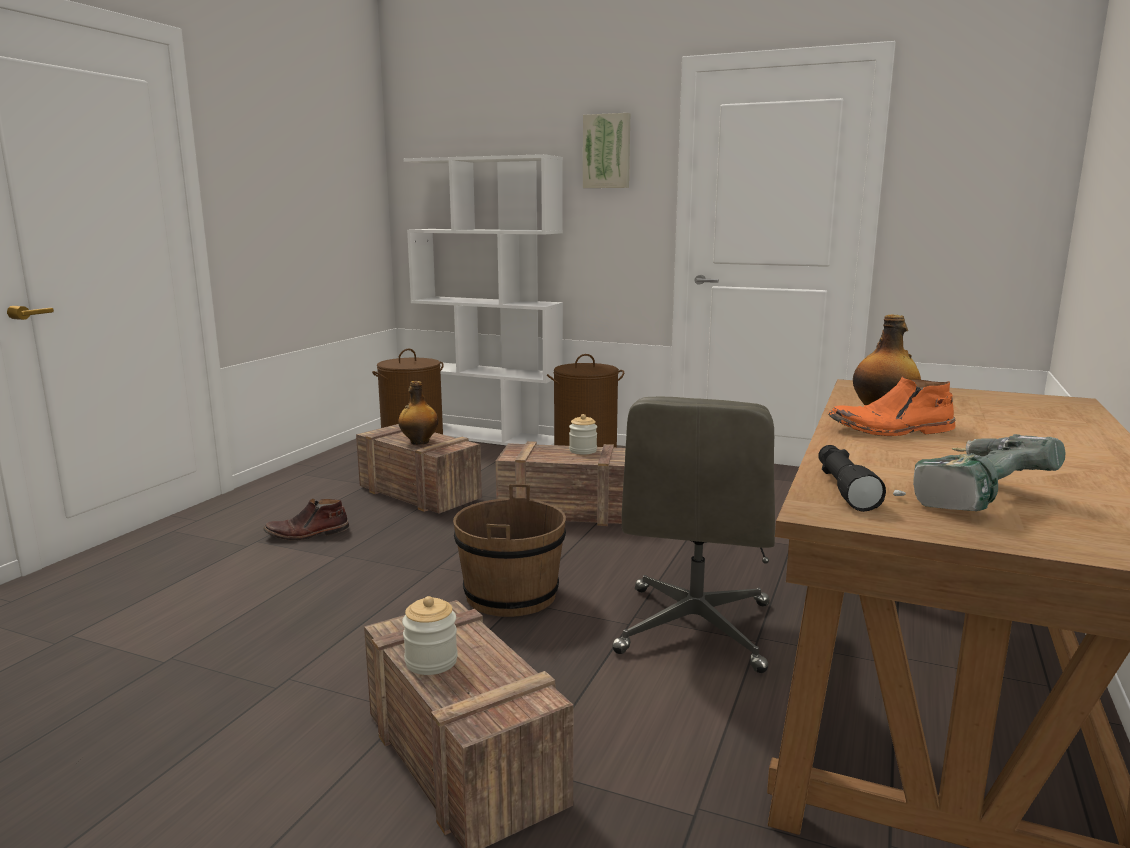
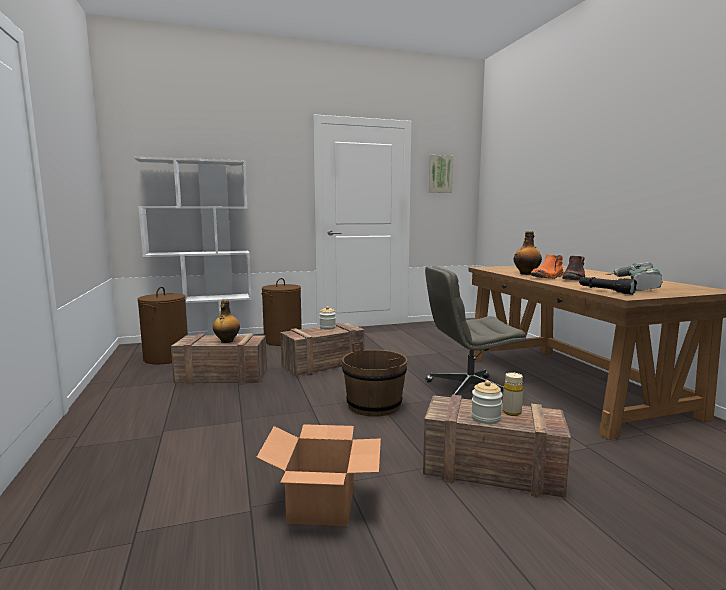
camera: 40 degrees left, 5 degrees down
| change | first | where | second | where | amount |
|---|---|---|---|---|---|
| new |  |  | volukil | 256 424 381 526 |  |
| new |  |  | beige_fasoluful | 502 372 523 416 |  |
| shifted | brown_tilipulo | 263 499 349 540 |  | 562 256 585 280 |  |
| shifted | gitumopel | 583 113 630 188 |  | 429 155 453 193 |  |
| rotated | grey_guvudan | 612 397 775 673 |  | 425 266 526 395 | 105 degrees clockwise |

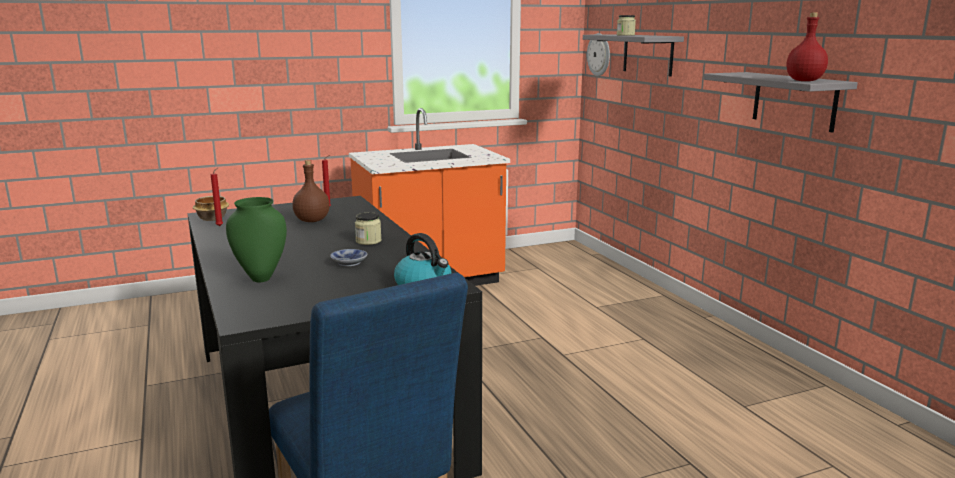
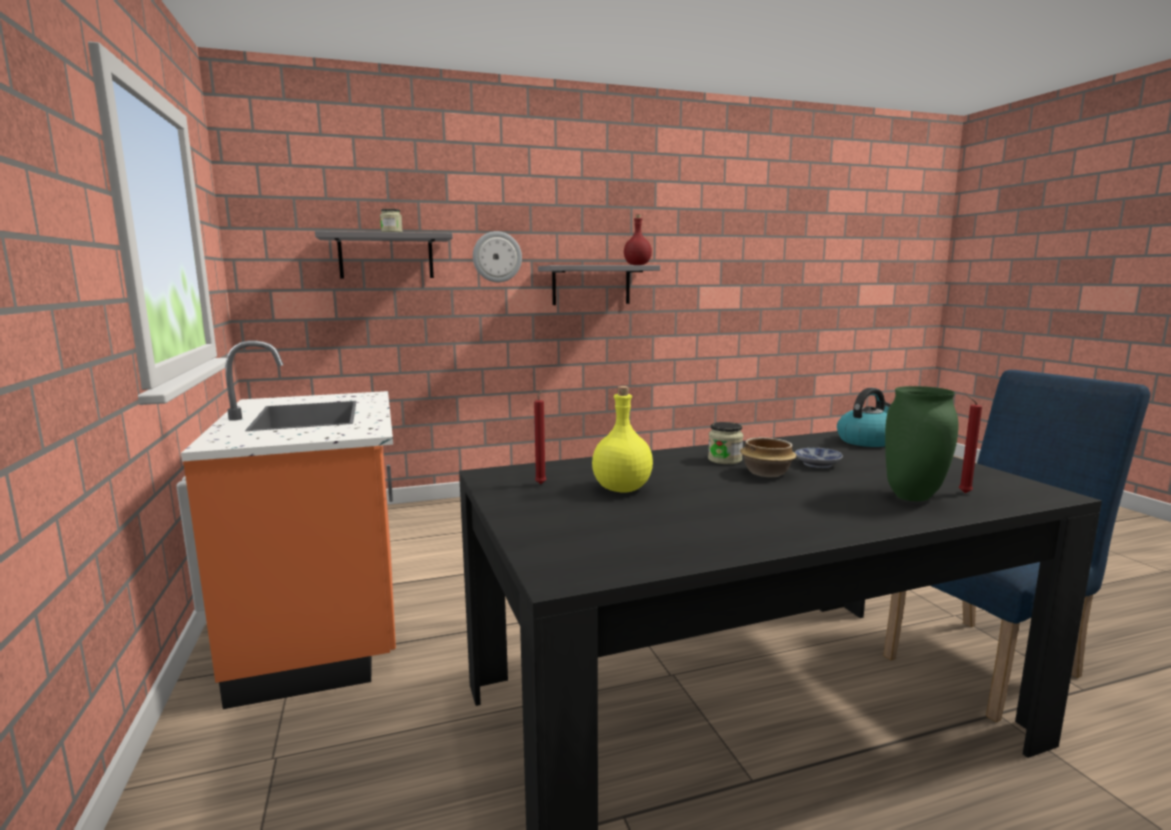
camera: 85 degrees left, 5 degrees down
| change | first | where | second | where | amount |
|---|---|---|---|---|---|
| shifted | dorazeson | 193 196 229 221 |  | 740 437 796 477 |  |
| shifted | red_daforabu | 211 167 223 226 |  | 959 394 982 493 |  |
| shifted | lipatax | 587 33 610 76 |  | 473 231 522 282 |  |
| repainted | brown_fasoluful | 292 159 330 222 | yellow_fasoluful | 592 386 653 493 |  |

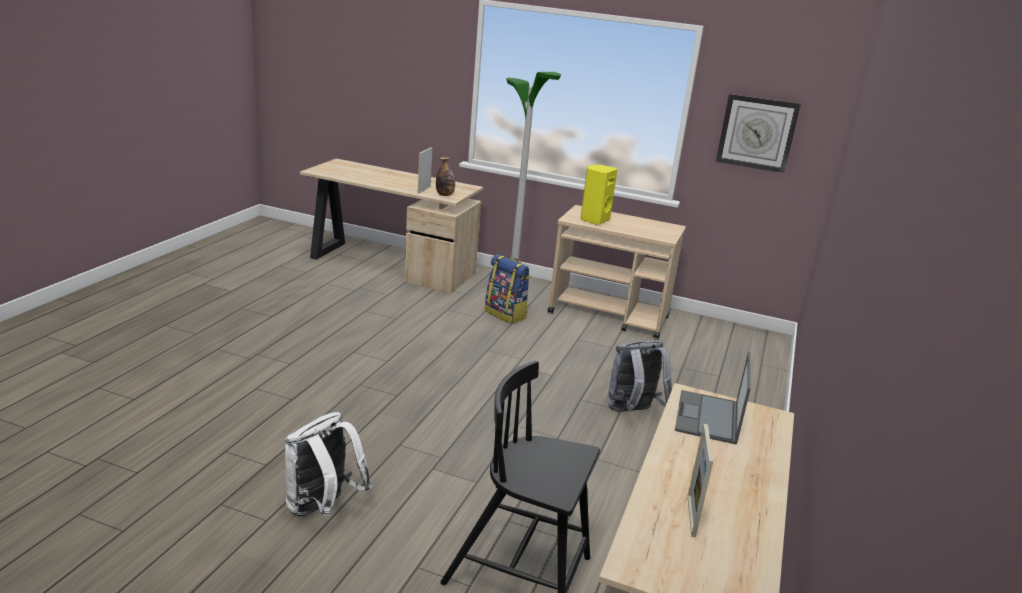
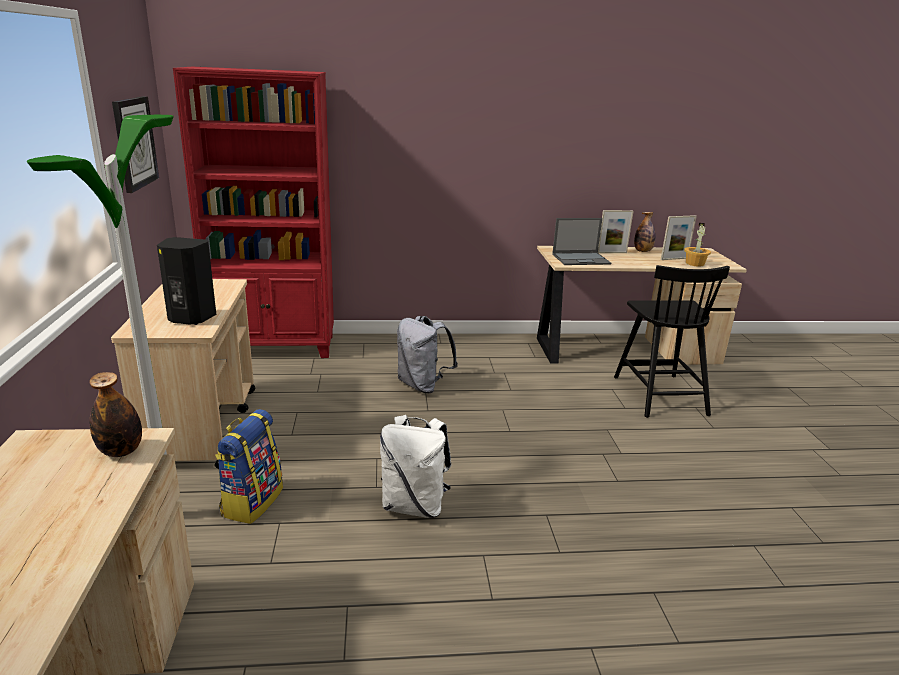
camera: 115 degrees left, 0 degrees up
| change | first | where | second | where | amount |
|---|---|---|---|---|---|
| new |  |  | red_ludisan | 173 67 334 358 |  |
| new |  |  | fasoluful | 634 212 656 252 |  |
| new |  |  | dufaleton | 684 223 711 267 |  |
| shifted | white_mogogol | 285 412 372 517 |  | 380 415 452 518 |  |
| shifted | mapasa | 418 147 433 193 |  | 598 210 634 253 |  |
| repainted | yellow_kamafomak | 581 165 618 225 | black_kamafomak | 157 237 216 325 |  |

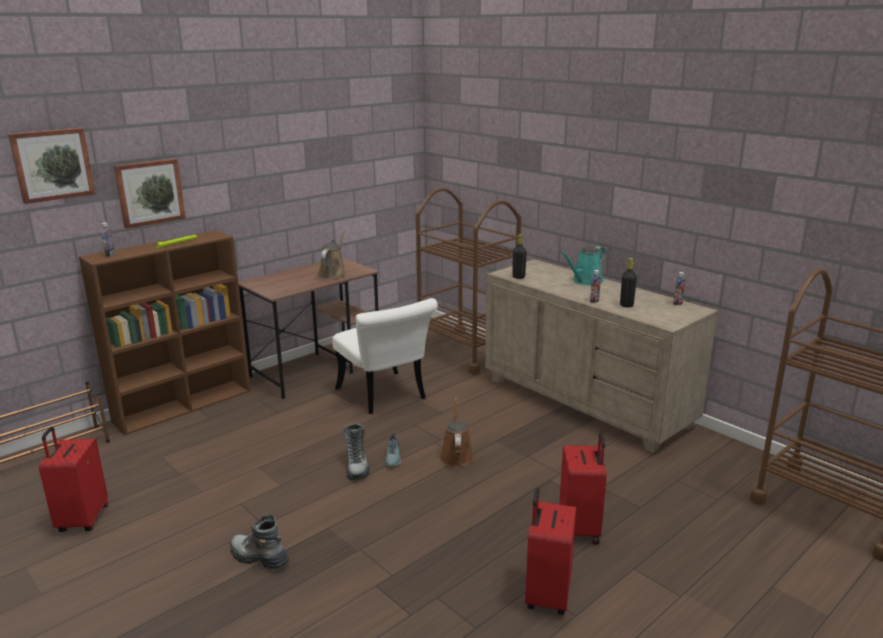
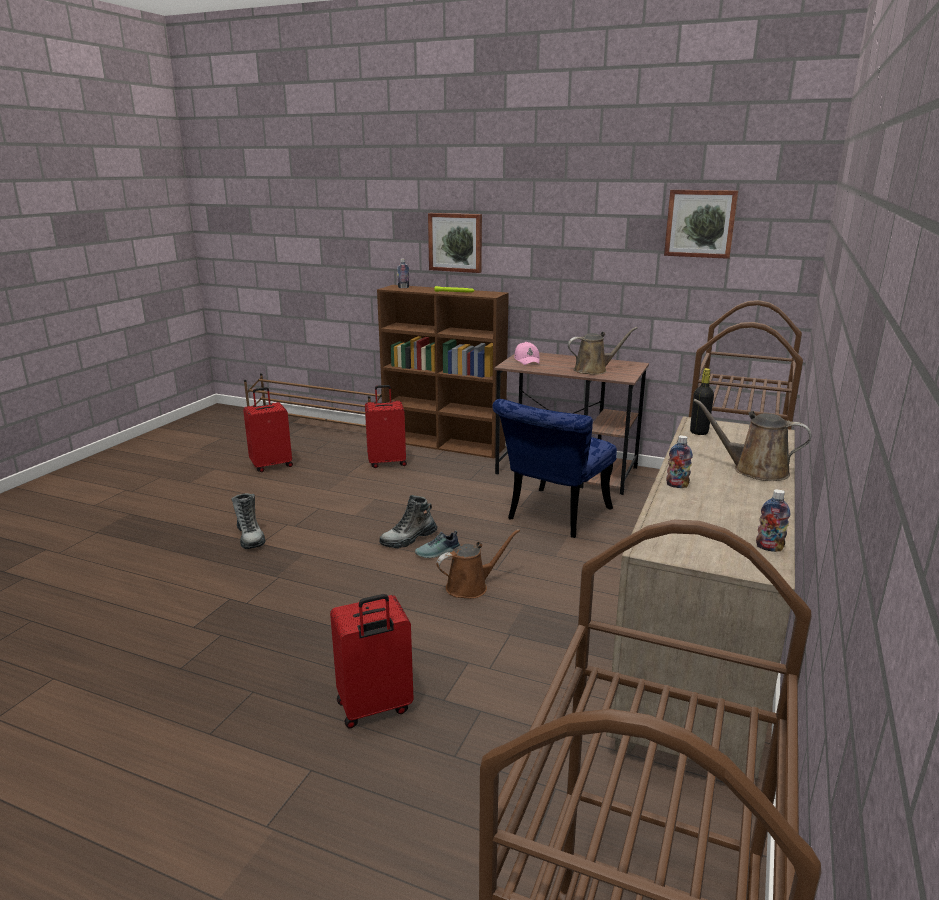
camera: 65 degrees right, 0 degrees up
| change | first | where | second | where | amount |
|---|---|---|---|---|---|
| gone | black_fasoluful | 620 258 637 307 |  |  |  |
| new |  |  | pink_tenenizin | 514 342 540 365 |  |
| shifted | gitumopel | 8 128 95 204 |  | 664 190 738 259 |  |
| shifted | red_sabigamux | 525 488 576 615 |  | 365 385 407 468 |  |
| repainted | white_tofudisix | 332 298 438 414 | blue_tofudisix | 492 399 617 538 |  |
| repainted | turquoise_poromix | 560 246 606 285 | brown_poromix | 694 399 811 481 |  |
| rotated | tilipulo | 230 515 289 569 |  | 231 493 265 549 | 150 degrees clockwise |

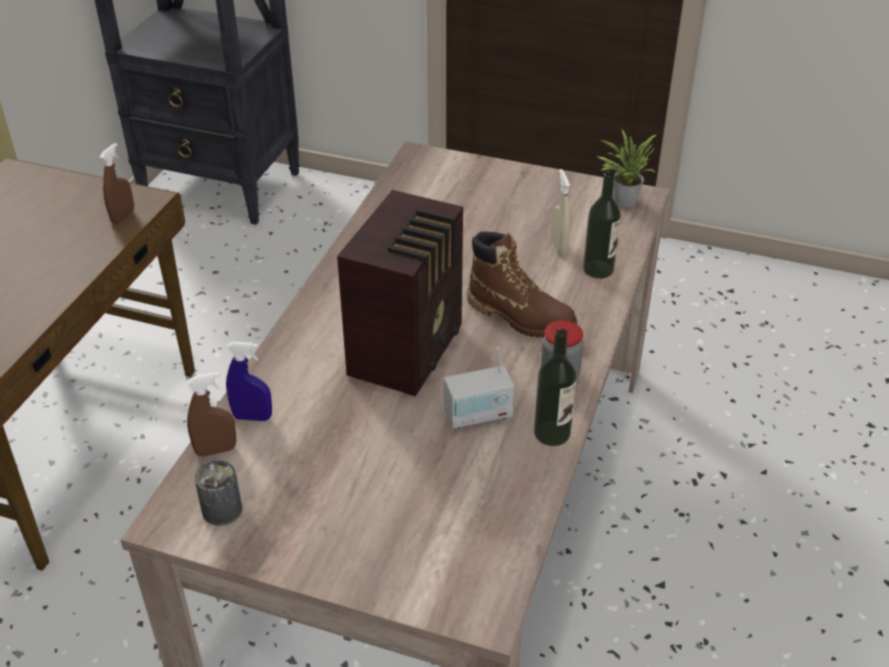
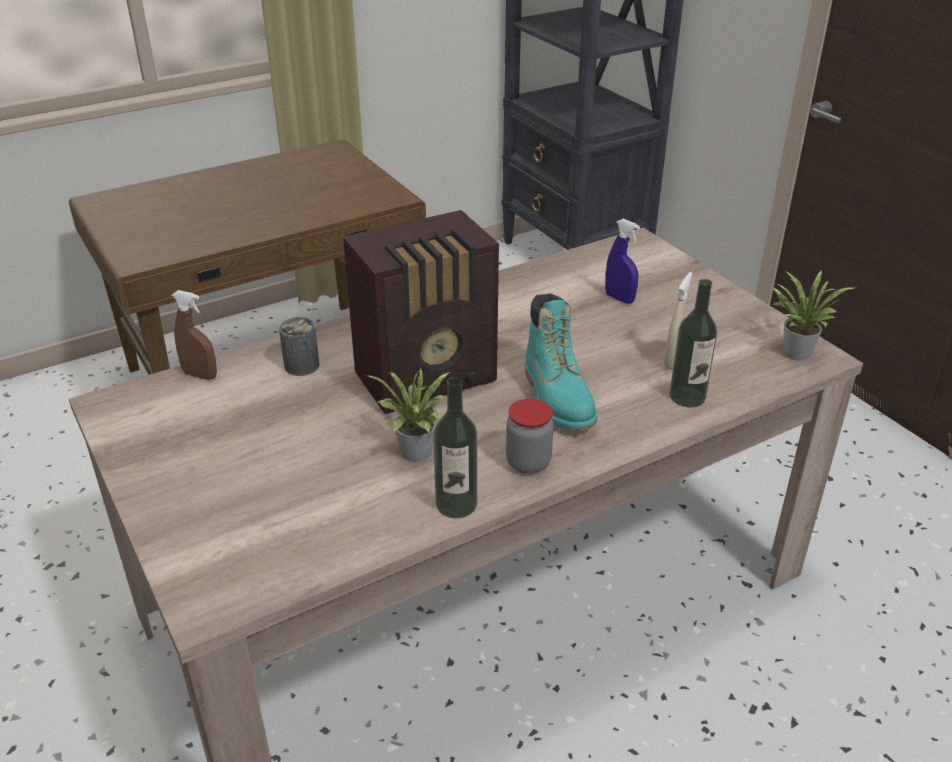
camera: 40 degrees right, 5 degrees down
| change | first | where | second | where | amount |
|---|---|---|---|---|---|
| gone | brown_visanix | 99 143 134 224 |  |  |  |
| shifted | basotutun | 194 460 242 526 |  | 279 317 320 376 |  |
| shifted | blue_visanix | 226 342 272 421 |  | 605 219 640 304 |  |
| swapped | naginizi | 444 347 514 429 | dufaleton | 365 367 450 462 |  |
| repainted | brown_tilipulo | 467 231 577 338 | turquoise_tilipulo | 525 293 597 431 |  |

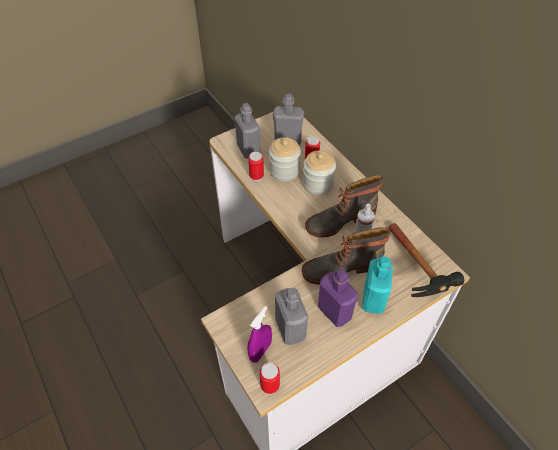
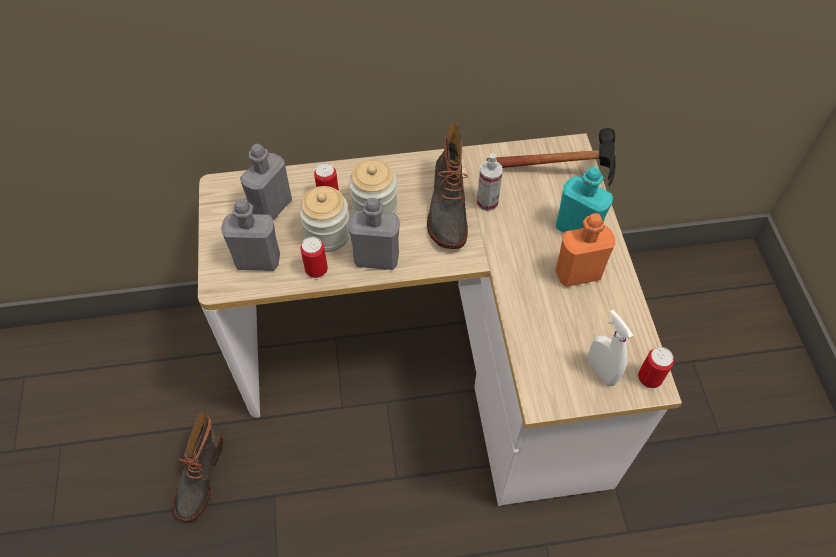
camera: 65 degrees left, 5 degrees up
| change | first | where | second | where | amount |
|---|---|---|---|---|---|
| shifted | grey_fasoluful | 275 287 308 345 |  | 348 198 400 270 |  |
| shifted | tilipulo | 302 227 391 285 |  | 173 412 223 522 |  |
| repainted | purple_visanix | 247 306 272 363 | white_visanix | 588 310 633 386 |  |
| repainted | purple_fasoluful | 318 269 358 327 | orange_fasoluful | 556 213 615 287 |  |

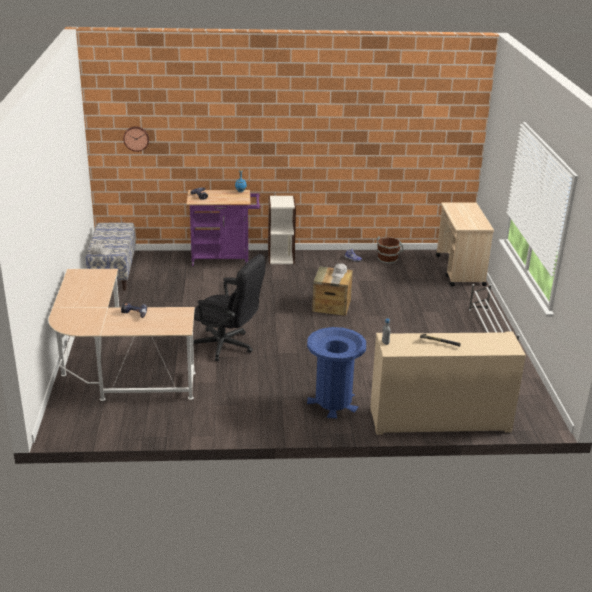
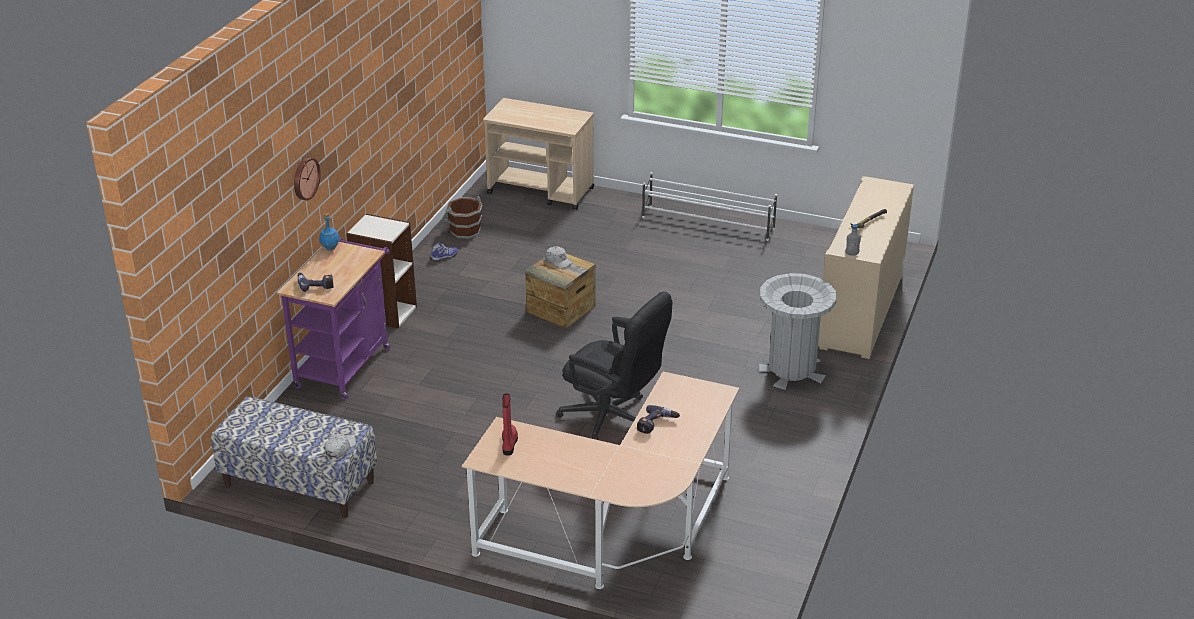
camera: 65 degrees left, 5 degrees up
| change | first | where | second | where | amount |
|---|---|---|---|---|---|
| new |  |  | red_tilipulo | 502 393 518 456 |  |
| shifted | lipatax | 123 126 149 152 |  | 294 157 321 201 |  |
| repainted | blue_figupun | 307 327 366 418 | grey_figupun | 759 273 836 390 |  |
| rotated | black_guvudan | 193 254 266 361 |  | 556 291 672 440 | 75 degrees clockwise |

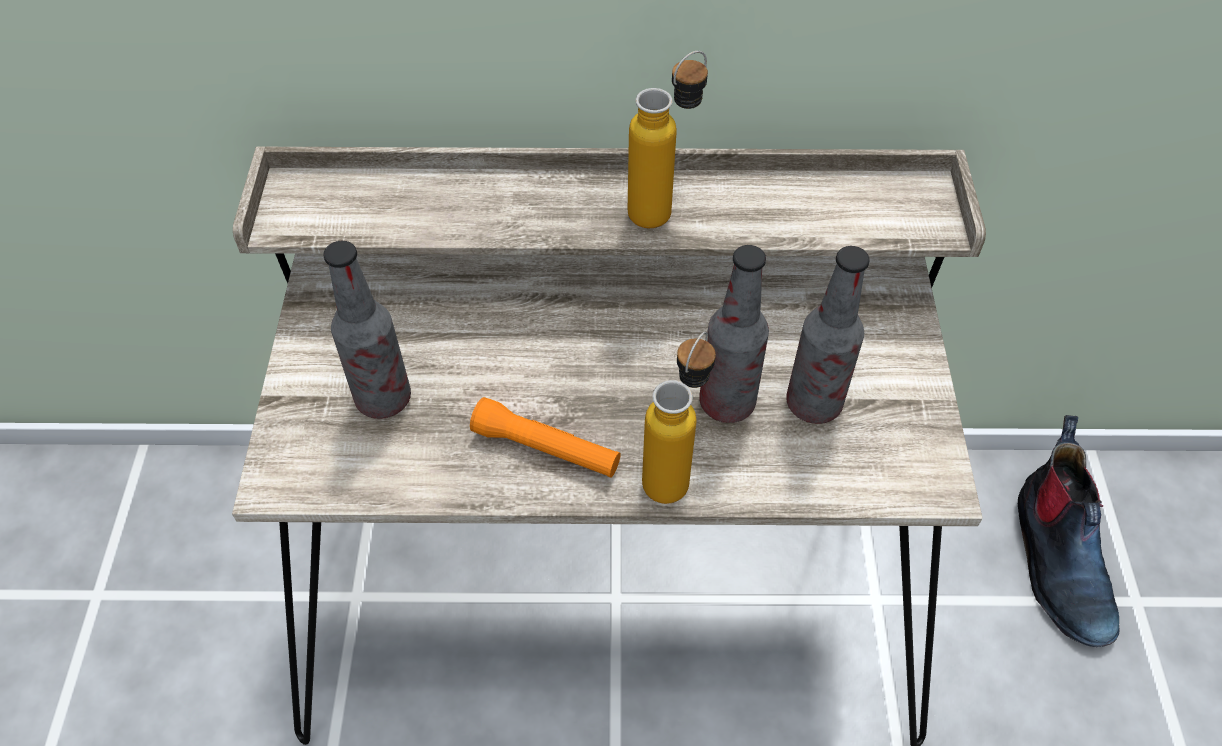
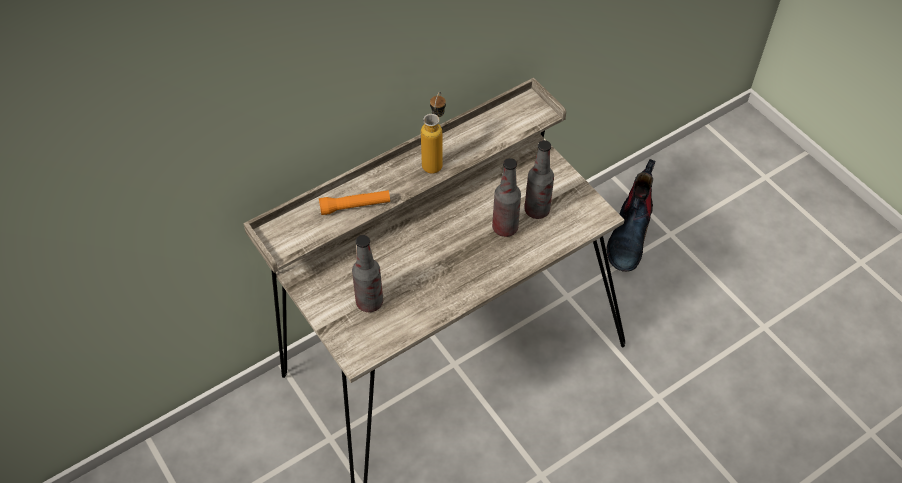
camera: 35 degrees left, 0 degrees up
| change | first | where | second | where | amount |
|---|---|---|---|---|---|
| gone | fasoluful | 642 331 716 504 |  |  |  |
| shifted | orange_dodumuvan | 470 397 621 478 |  | 319 190 390 215 |  |
| rotated | tilipulo | 1018 415 1120 647 |  | 606 159 655 272 | 60 degrees clockwise |

